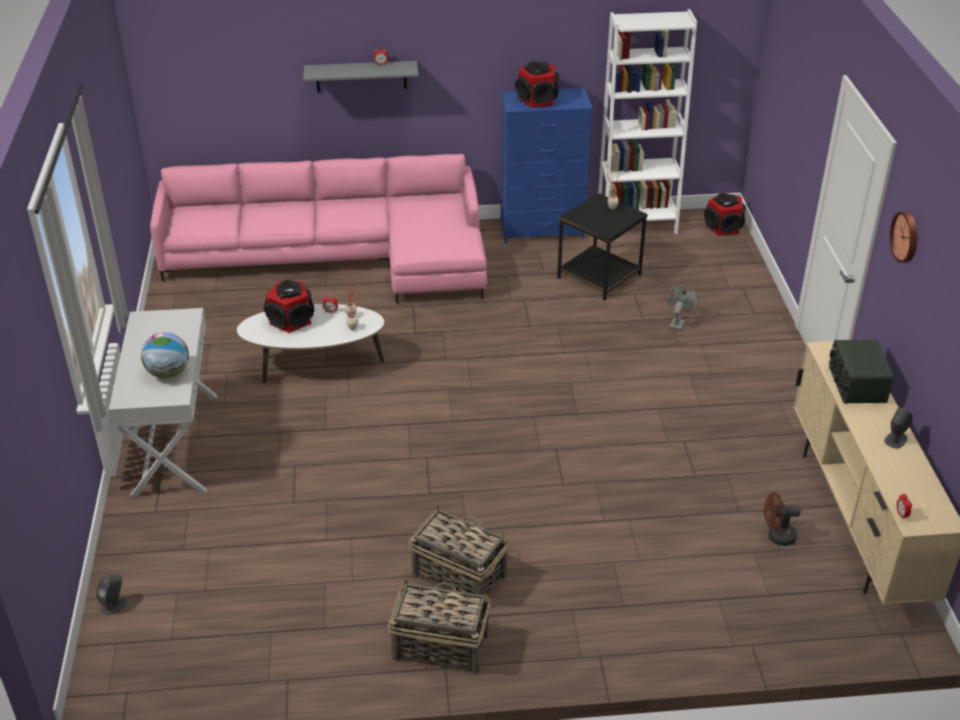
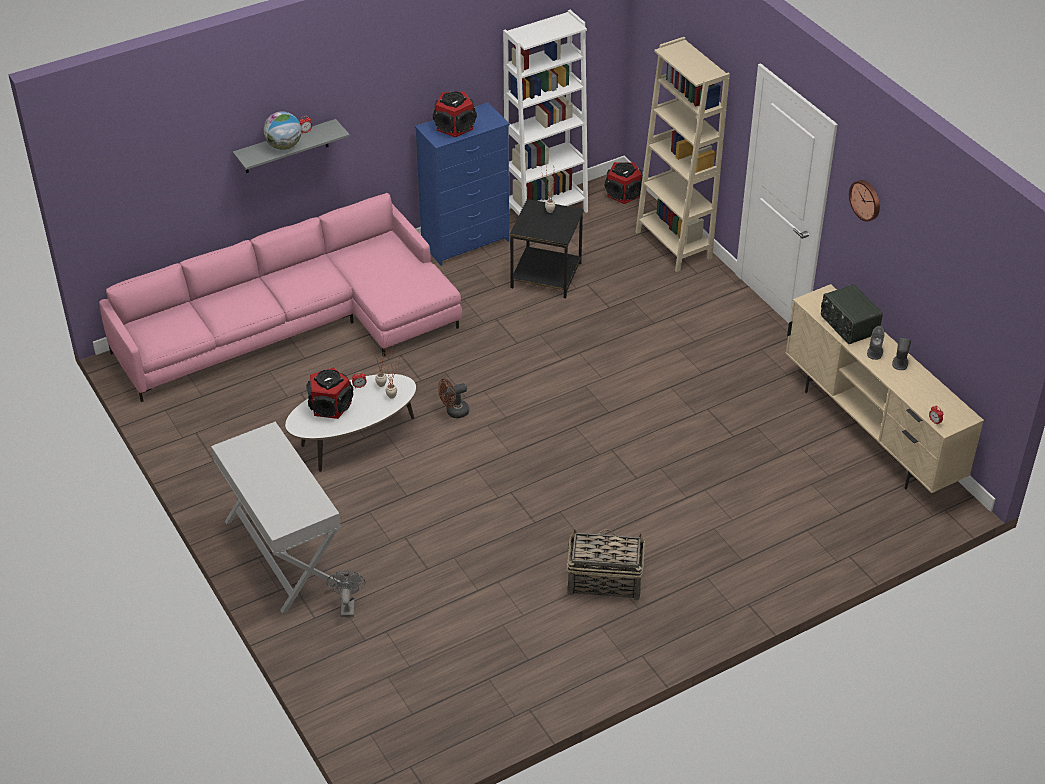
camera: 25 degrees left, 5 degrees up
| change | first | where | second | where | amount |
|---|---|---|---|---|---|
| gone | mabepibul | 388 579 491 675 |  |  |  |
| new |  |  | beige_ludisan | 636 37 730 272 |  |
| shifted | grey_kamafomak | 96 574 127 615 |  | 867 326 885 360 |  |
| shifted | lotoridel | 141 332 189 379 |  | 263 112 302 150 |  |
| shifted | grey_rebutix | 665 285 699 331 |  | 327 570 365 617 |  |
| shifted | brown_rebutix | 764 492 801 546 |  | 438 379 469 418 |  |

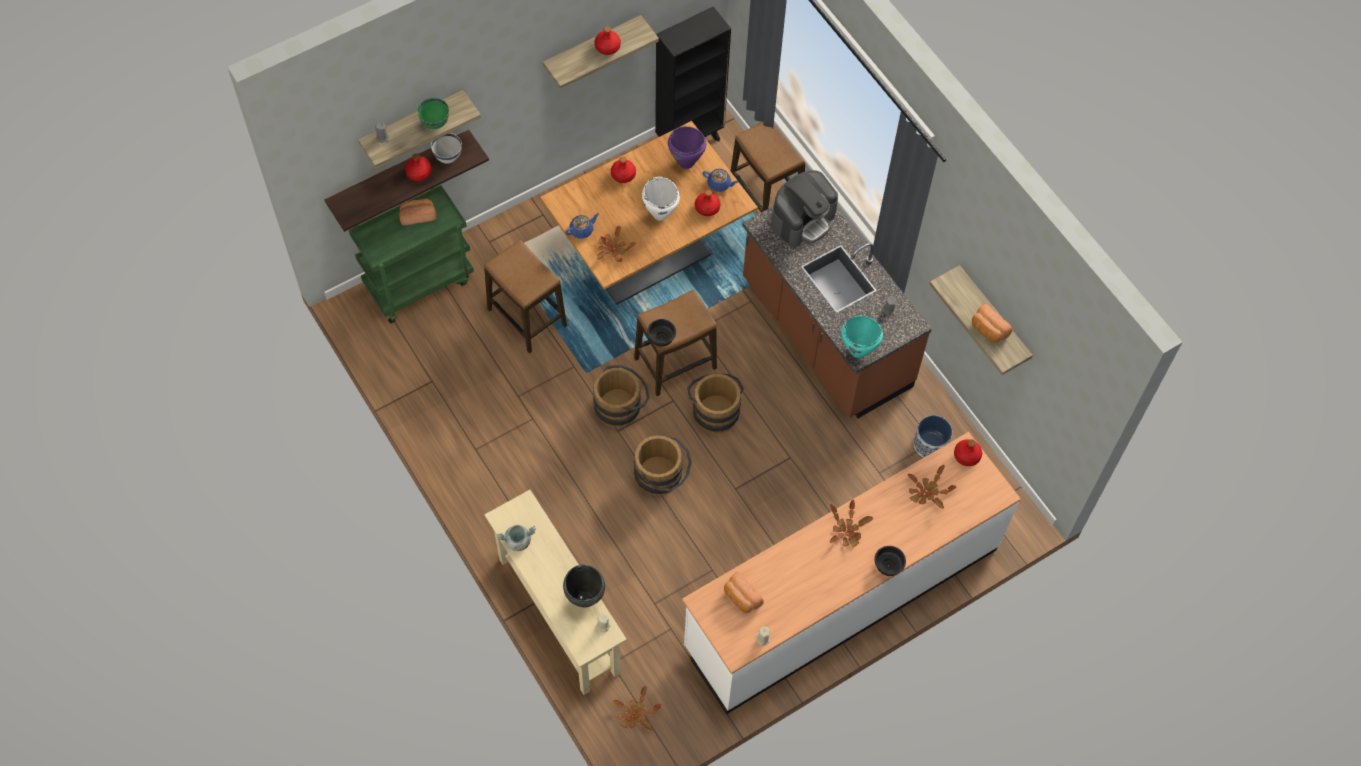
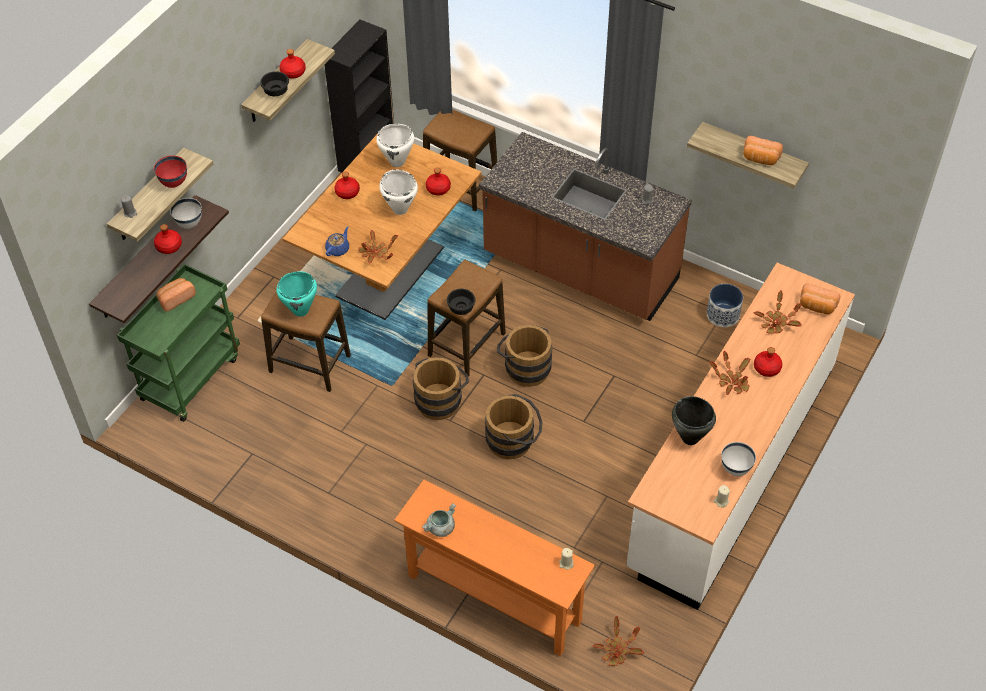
camera: 25 degrees left, 10 degrees down
| change | first | where | second | where | amount |
|---|---|---|---|---|---|
| gone | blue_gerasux | 703 169 739 192 |  |  |  |
| gone | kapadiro | 771 170 838 248 |  |  |  |
| new |  |  | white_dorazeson | 721 442 756 476 |  |
| shifted | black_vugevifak | 563 564 605 607 |  | 672 396 716 445 |  |
| shifted | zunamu | 724 572 764 613 |  | 800 284 840 314 |  |
| shifted | turquoise_vugevifak | 841 316 883 358 |  | 276 271 317 317 |  |
| shifted | black_dorazeson | 874 546 906 576 |  | 260 71 289 96 |  |
| shifted | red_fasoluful | 954 439 982 466 |  | 754 347 782 377 |  |
| repainted | green_dorazeson | 417 98 449 129 | red_dorazeson | 154 156 187 188 |  |
| repainted | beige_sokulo | 484 490 627 695 | orange_sokulo | 394 480 595 656 |  |
| repainted | purple_vugevifak | 668 126 707 169 | white_vugevifak | 376 124 414 167 |  |

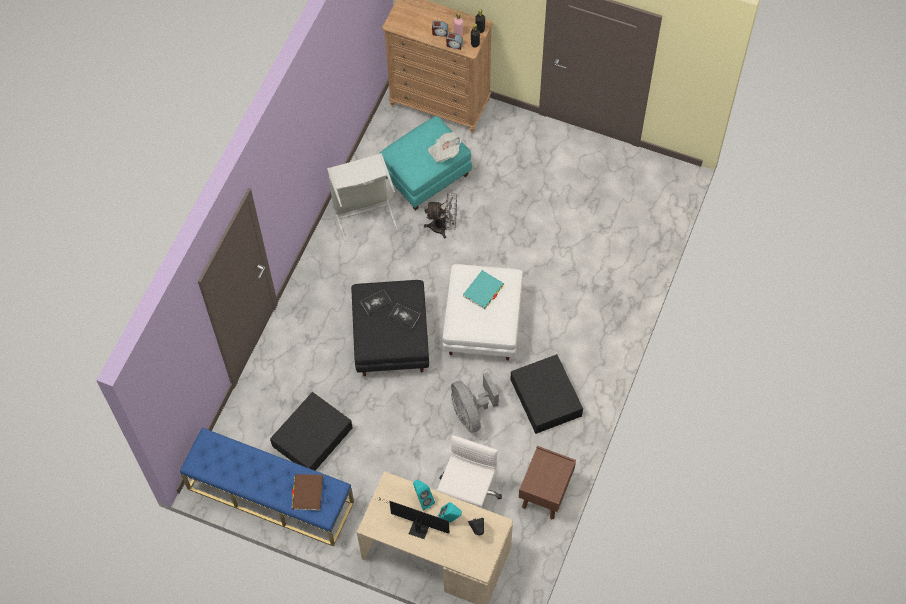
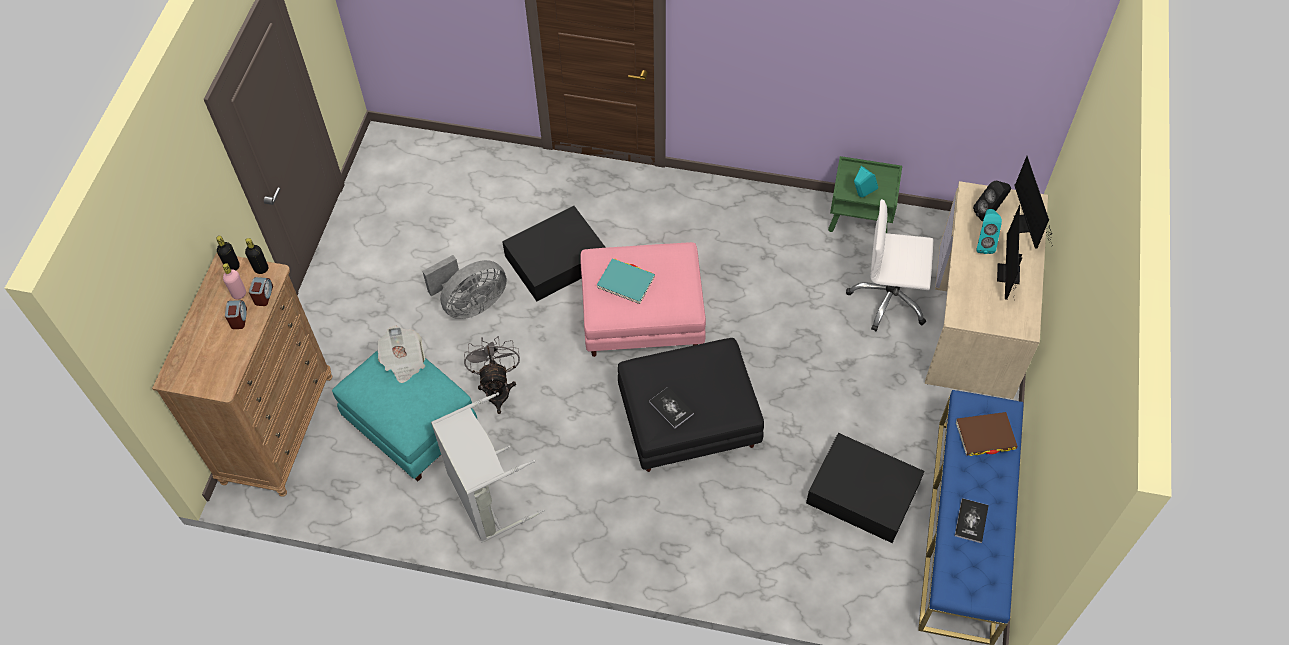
camera: 100 degrees left, 5 degrees down
| change | first | where | second | where | amount |
|---|---|---|---|---|---|
| new |  |  | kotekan | 1014 156 1052 248 |  |
| shifted | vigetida | 389 304 420 329 |  | 955 498 989 543 |  |
| shifted | turquoise_kamafomak | 413 480 435 511 |  | 854 166 878 197 |  |
| shifted | grey_rebutix | 451 372 499 433 |  | 422 255 507 319 |  |
| shifted | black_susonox | 510 354 583 434 |  | 502 206 606 301 |  |
| repainted | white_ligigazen | 442 264 523 360 | pink_ligigazen | 580 242 706 357 |  |
| repainted | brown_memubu | 519 446 576 519 | green_memubu | 828 156 902 233 |  |

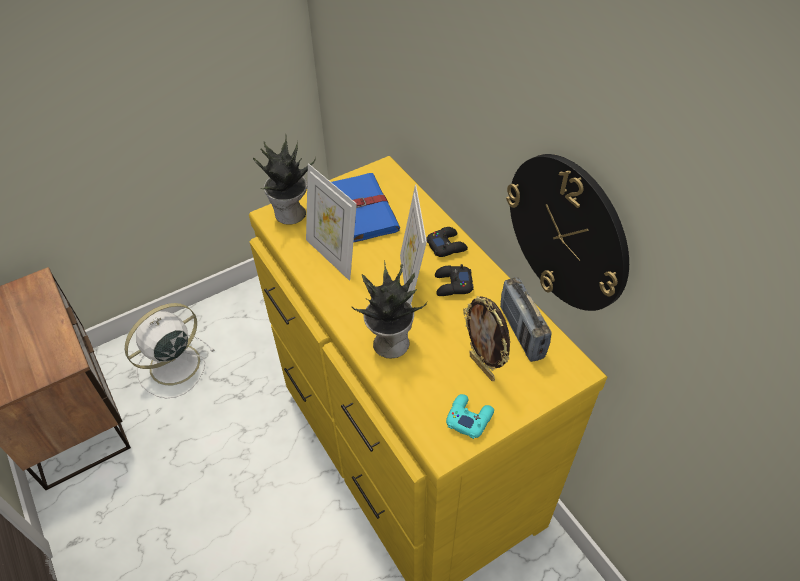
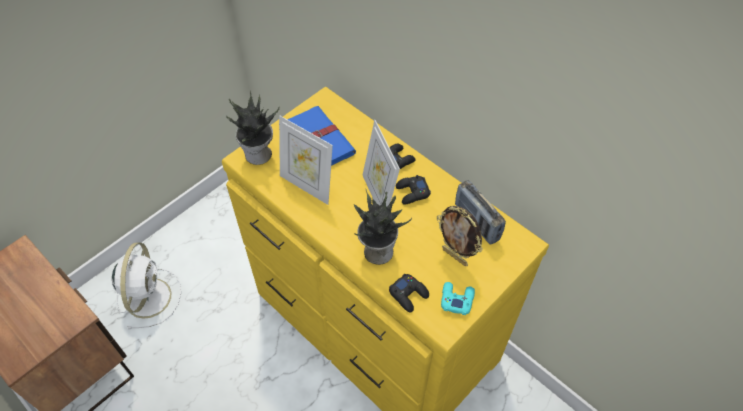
camera: 15 degrees left, 5 degrees up
| change | first | where | second | where | amount |
|---|---|---|---|---|---|
| gone | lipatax | 506 154 629 311 |  |  |  |
| new |  |  | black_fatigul | 389 274 429 313 |  |
| rotated | white_rebutix | 125 303 215 398 |  | 112 243 181 329 | 150 degrees clockwise |

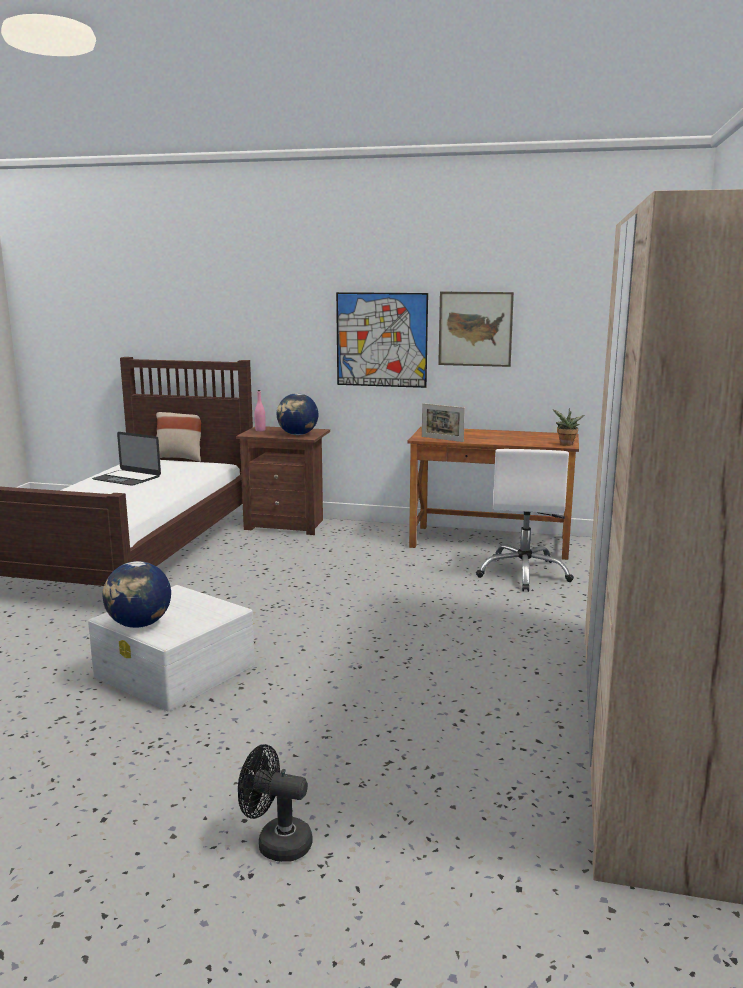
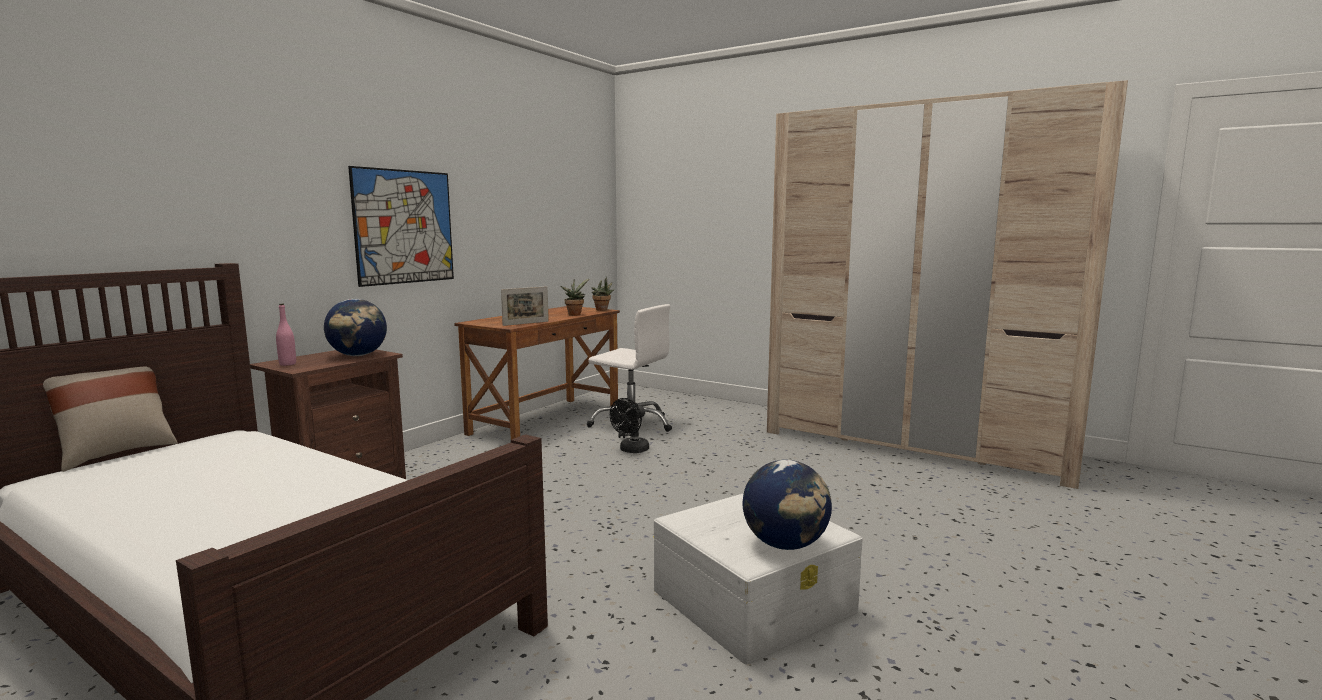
camera: 70 degrees left, 5 degrees down
| change | first | where | second | where | amount |
|---|---|---|---|---|---|
| gone | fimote | 92 432 161 486 |  |  |  |
| gone | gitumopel | 438 292 514 367 |  |  |  |
| new |  |  | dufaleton | 560 278 590 316 |  |
| shifted | black_rebutix | 238 744 313 862 |  | 610 398 649 453 |  |

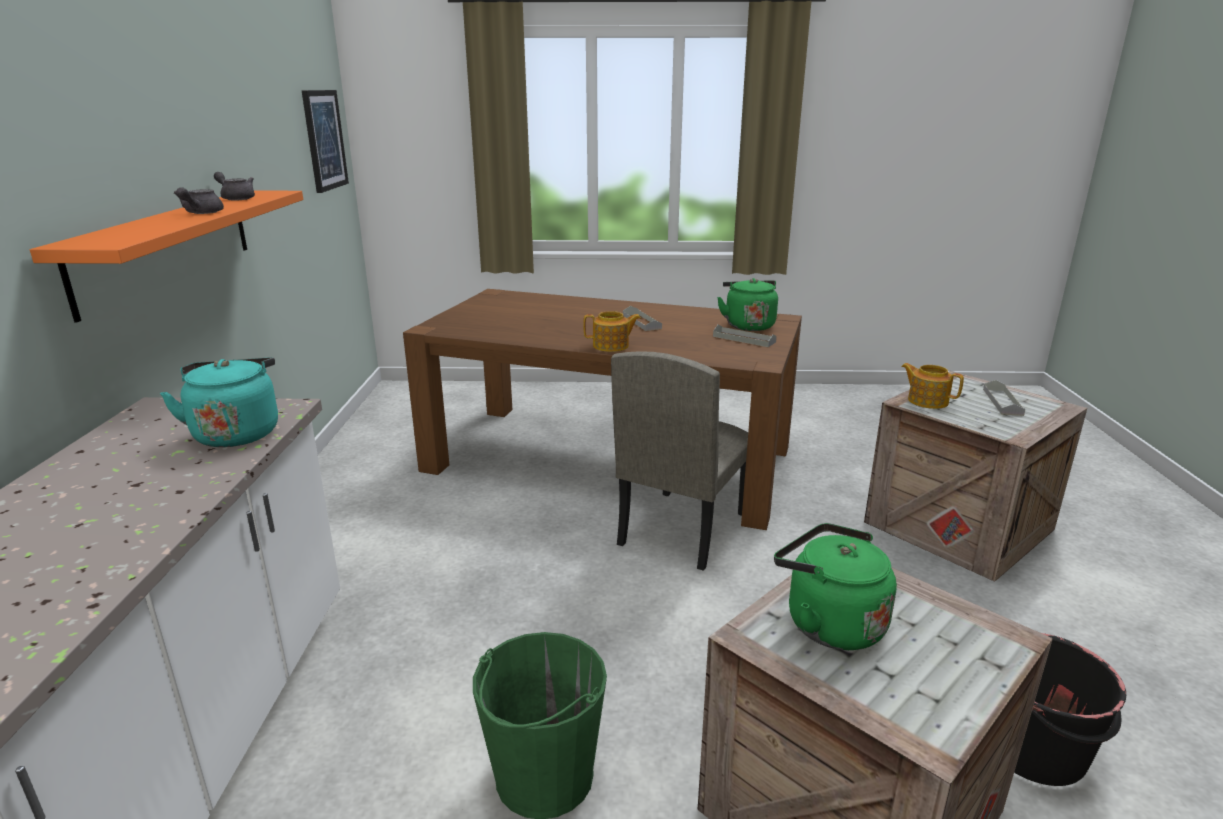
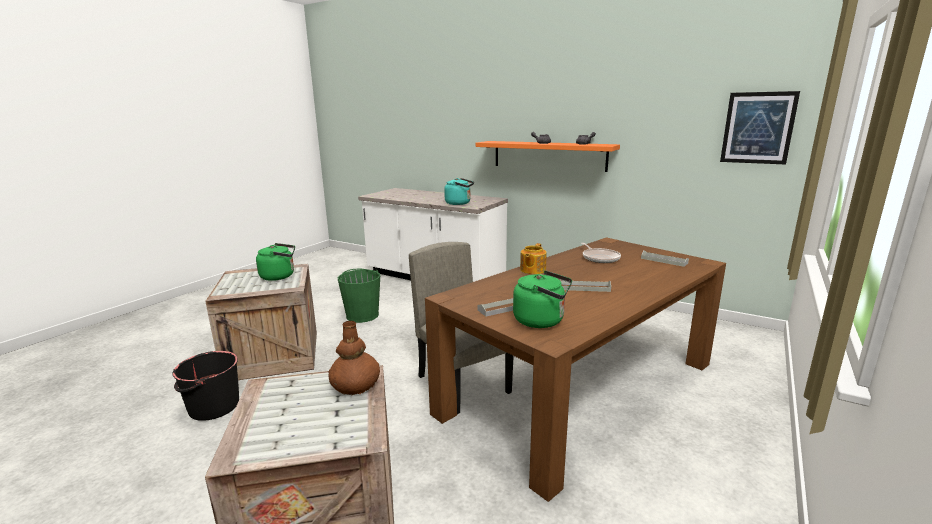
camera: 120 degrees right, 5 degrees down
| change | first | where | second | where | amount |
|---|---|---|---|---|---|
| new |  |  | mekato | 581 243 621 263 |  |
| shifted | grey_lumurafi | 983 380 1025 416 |  | 641 250 689 267 |  |
| swapped | gerasux | 901 363 964 409 | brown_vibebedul | 328 321 380 395 |  |

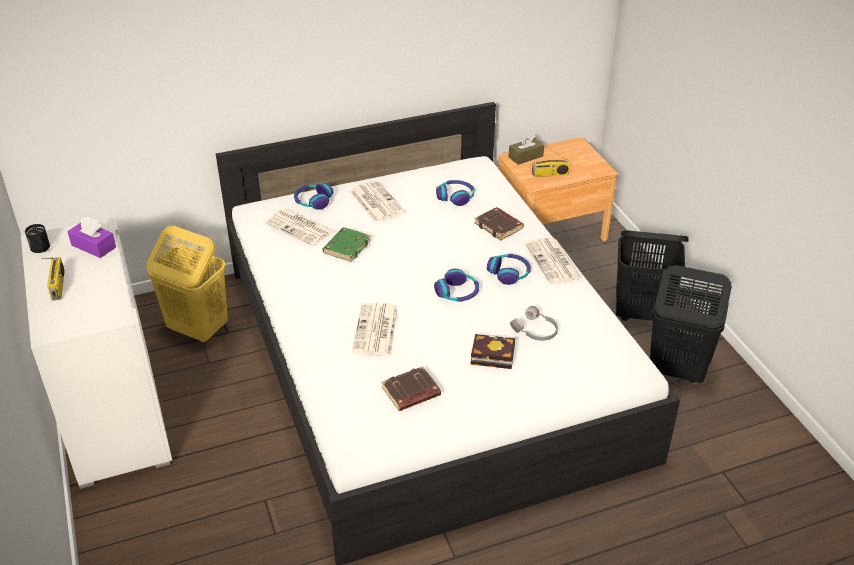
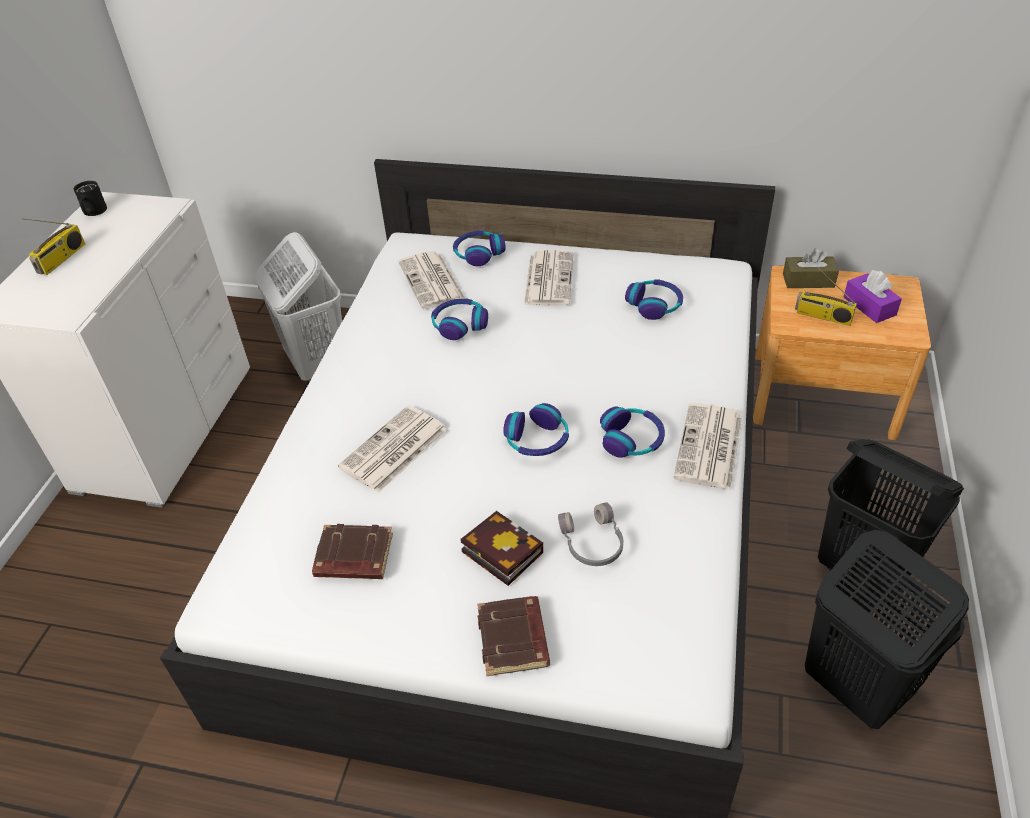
camera: 35 degrees right, 5 degrees up
| change | first | where | second | where | amount |
|---|---|---|---|---|---|
| shifted | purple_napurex | 68 217 116 258 |  | 844 270 902 323 |  |
| shifted | brown_vigetida | 475 207 524 240 |  | 477 596 550 676 |  |
| swapped | green_vigetida | 323 227 371 262 | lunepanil | 431 299 488 340 |  |
| repainted | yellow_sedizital | 146 226 228 343 | white_sedizital | 256 232 342 382 |  |

